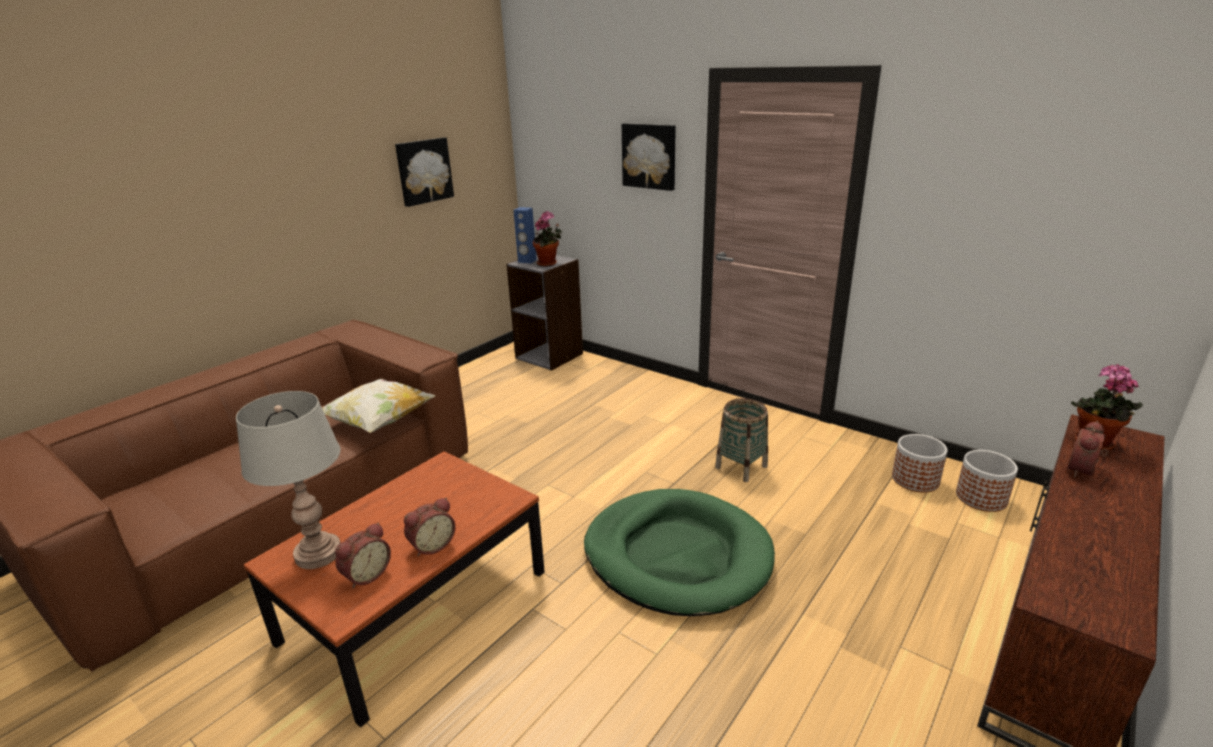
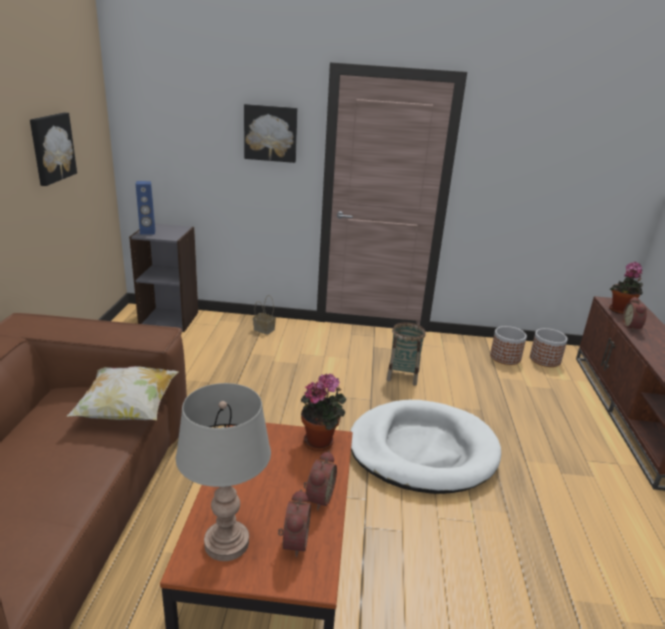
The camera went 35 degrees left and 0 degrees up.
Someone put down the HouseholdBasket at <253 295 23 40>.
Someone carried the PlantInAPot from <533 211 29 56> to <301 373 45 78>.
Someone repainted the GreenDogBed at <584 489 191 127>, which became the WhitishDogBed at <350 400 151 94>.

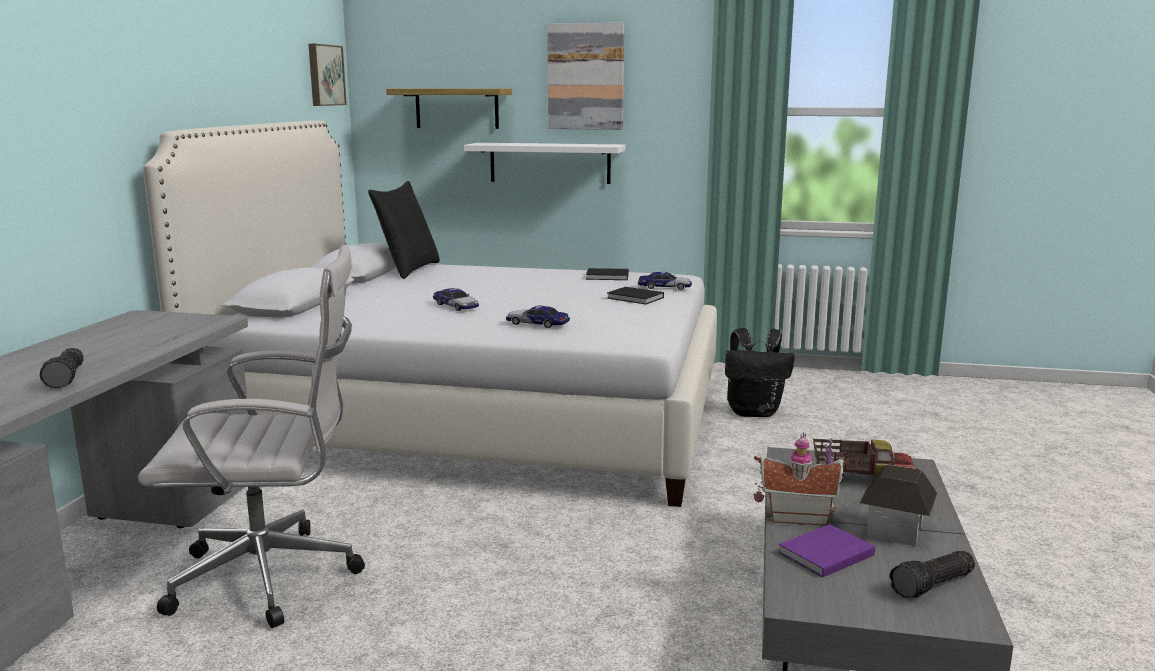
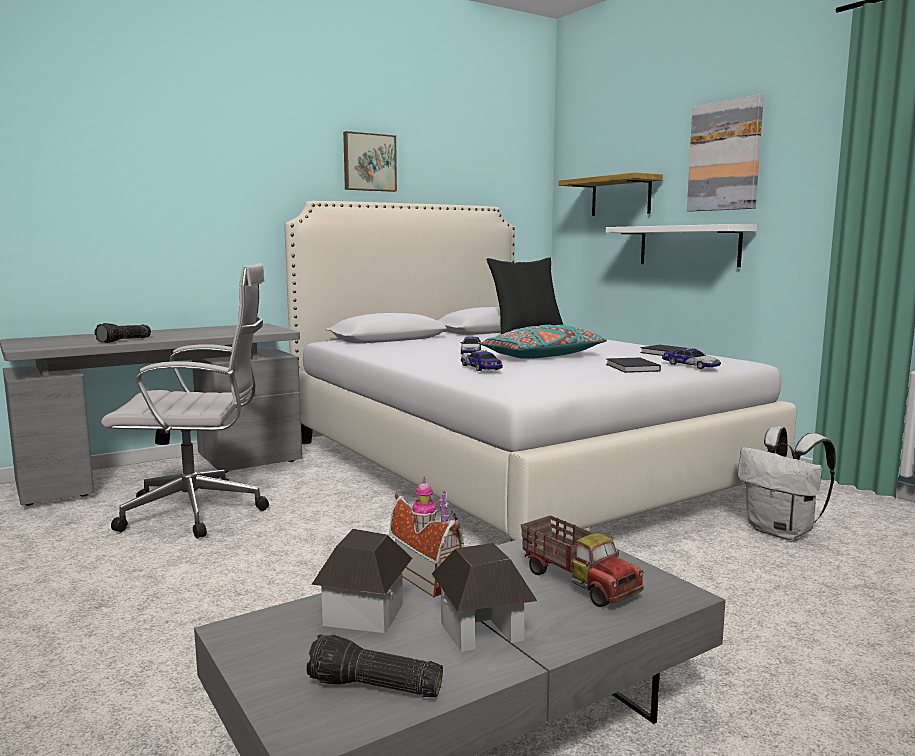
The camera went 45 degrees right and 5 degrees down.
Someone rotated the WhitishDeskChair at <138 245 227 383> by 45 degrees counterclockwise.
Someone swapped the PurpleColouredVolume at <778 524 97 53> for the ToyHouse at <311 529 101 104>.
Someone carried the WallArt from <308 44 39 62> to <343 131 54 61>.
Someone put down the TurquoiseCushion at <480 325 127 34>.
Someone repainted the BlackColouredRucksack at <725 328 70 89>, which became the WhitishRucksack at <737 427 99 113>.

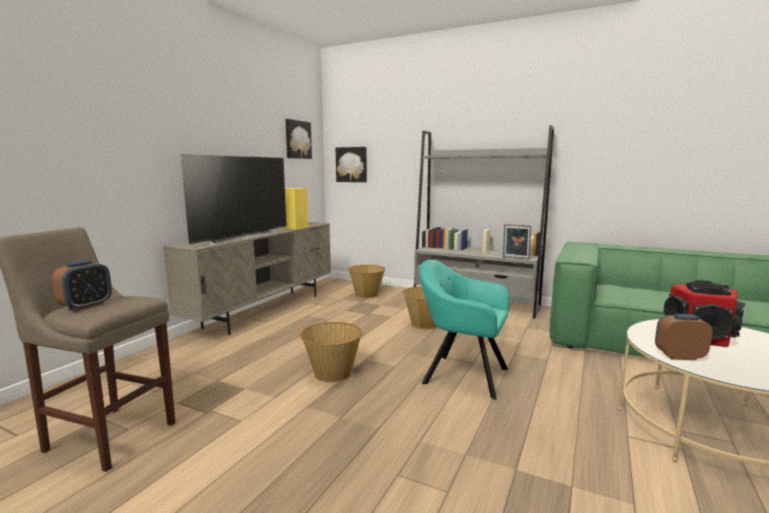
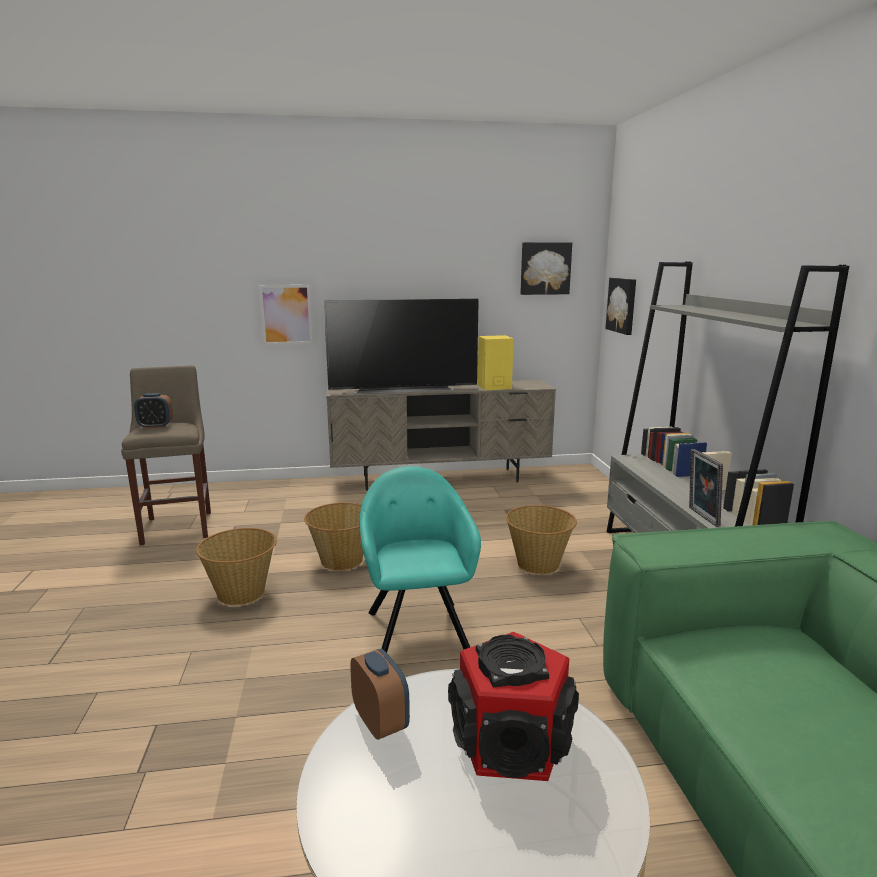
The camera went 55 degrees right and 5 degrees up.
Someone carried the HouseholdBasket from <348 265 37 33> to <196 528 81 77>.
Someone put up the WallArt at <259 285 54 60>.

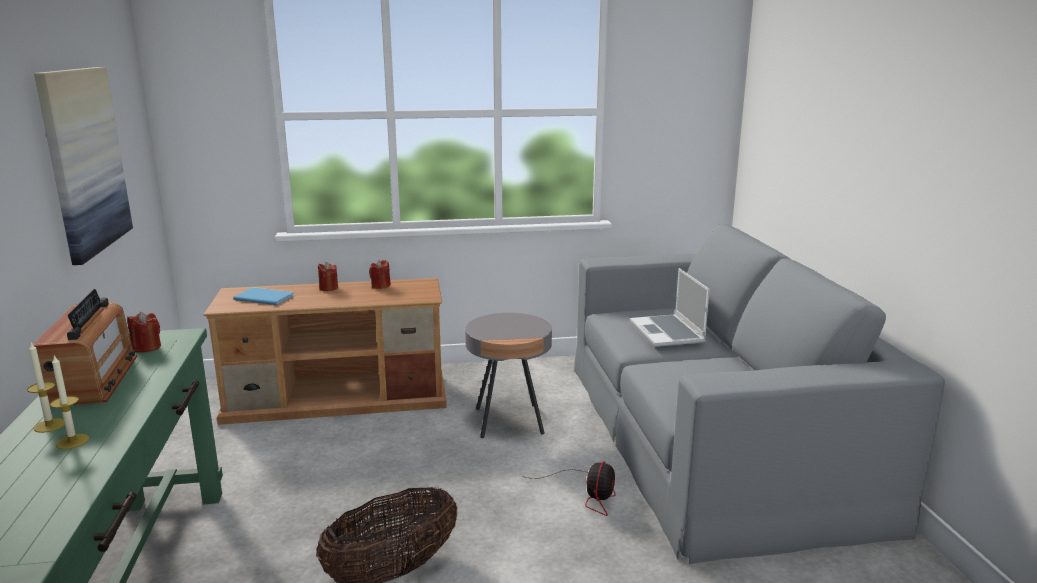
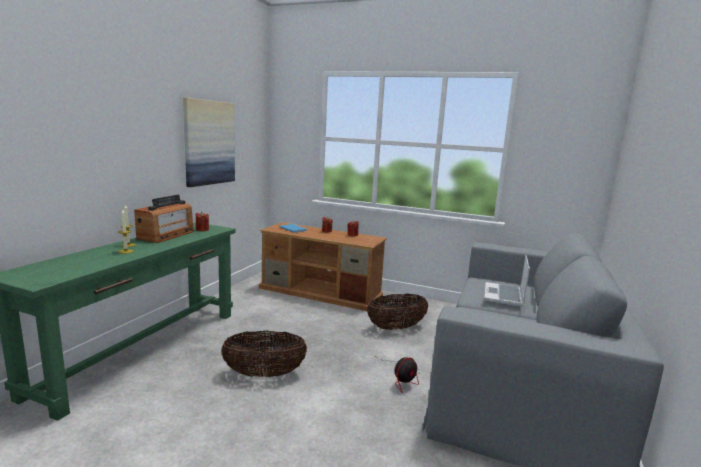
The camera went 30 degrees right and 5 degrees down.
Someone swapped the GreyishAccentTable at <465 313 87 125> for the HouseholdBasket at <367 293 61 37>.

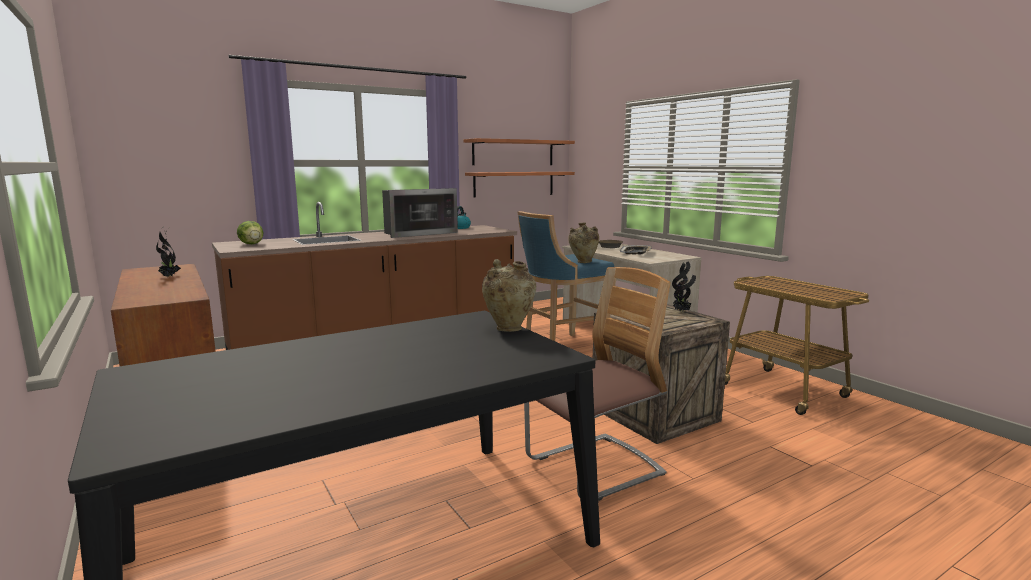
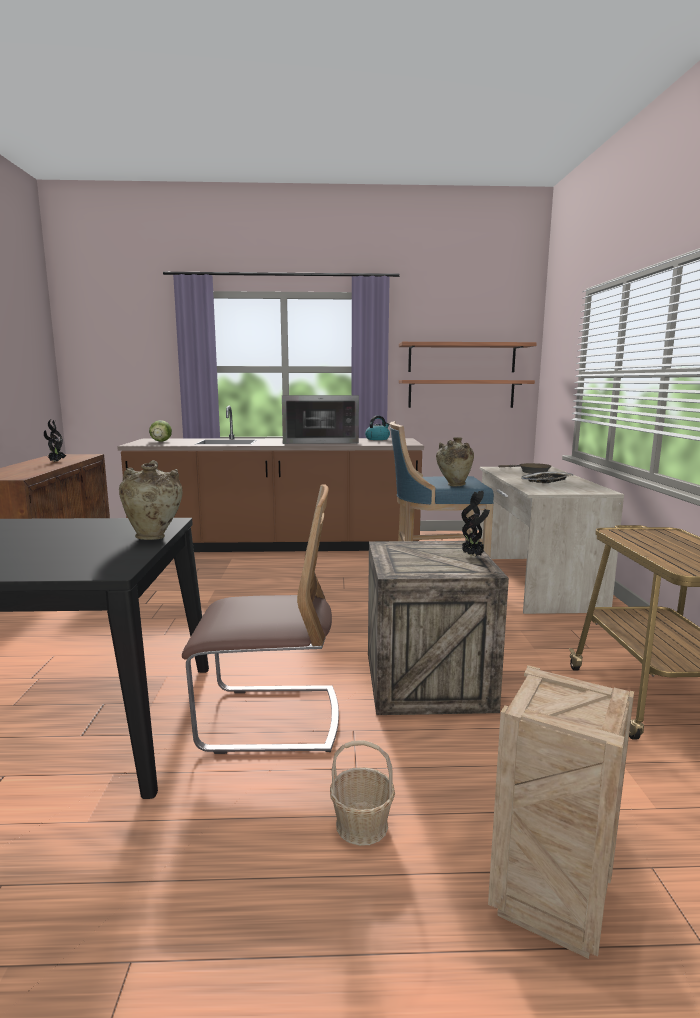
The camera went 30 degrees right and 0 degrees up.
Someone put down the HouseholdBasket at <330 740 65 106>.
Someone put down the ShippingCrate at <488 665 146 294>.

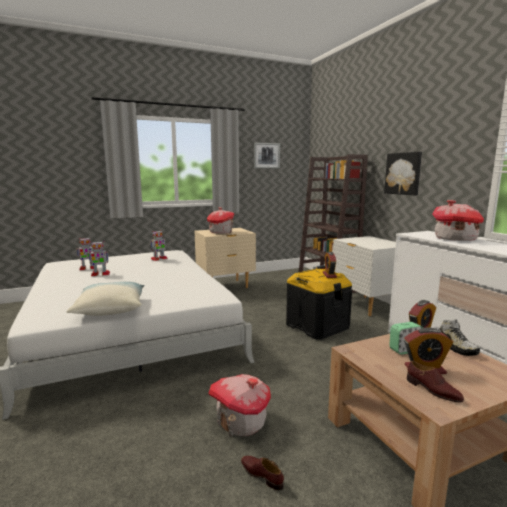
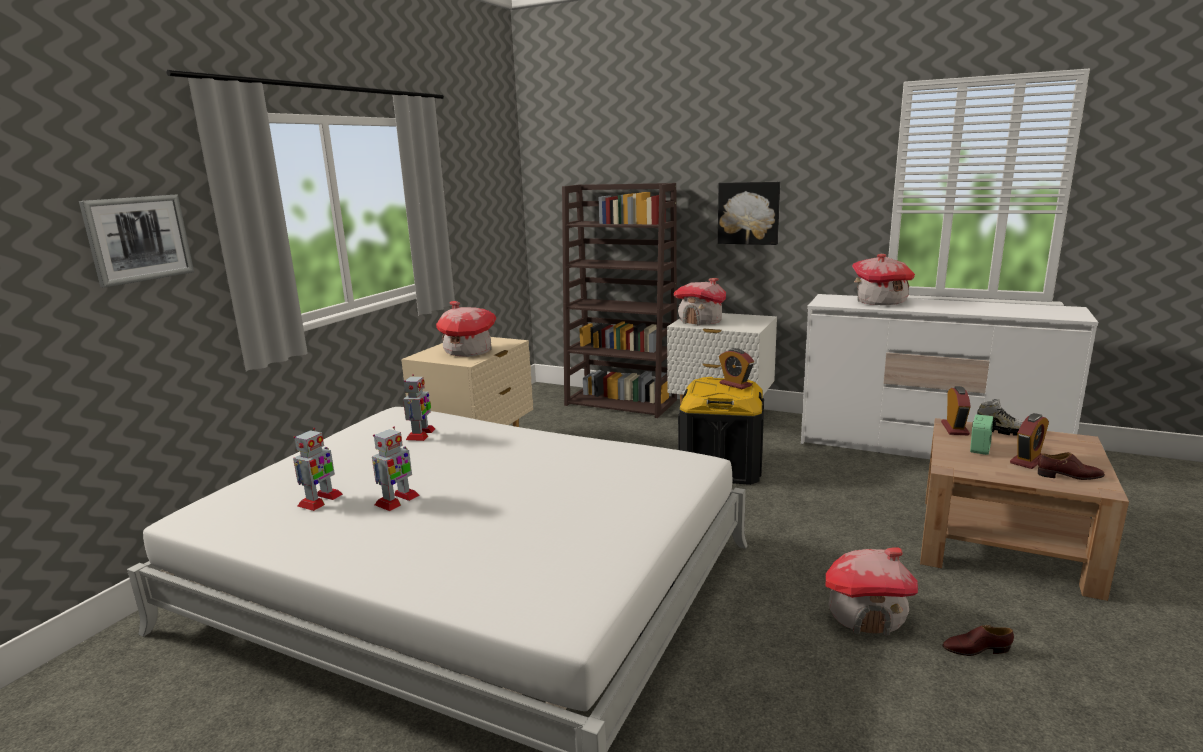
The camera went 40 degrees left and 5 degrees up.
Someone carried the WallArt from <254 143 26 25> to <79 195 115 93>.
Someone put down the ToyHouse at <674 278 52 48>.
Someone took away the Cushion at <67 282 78 34>.

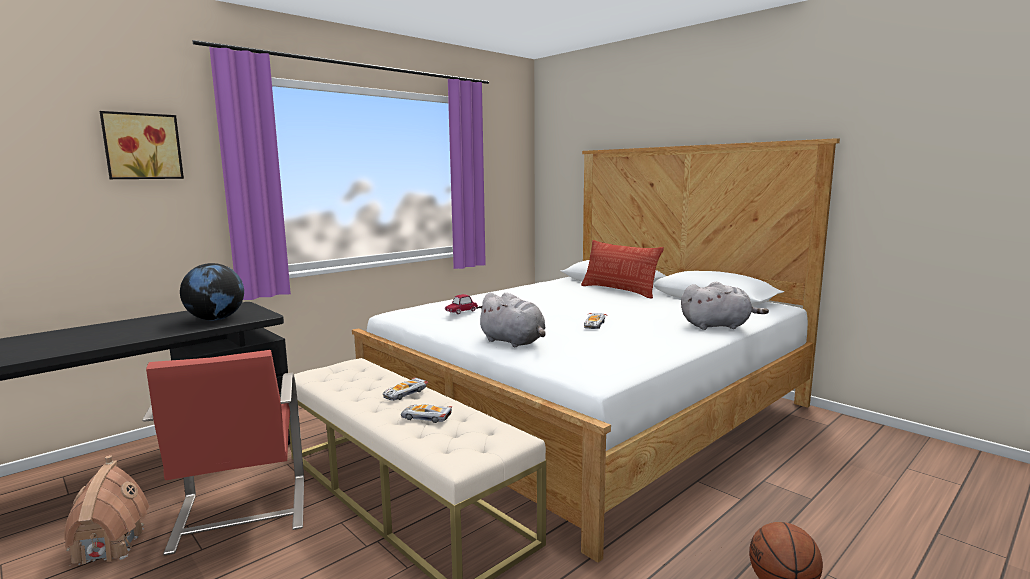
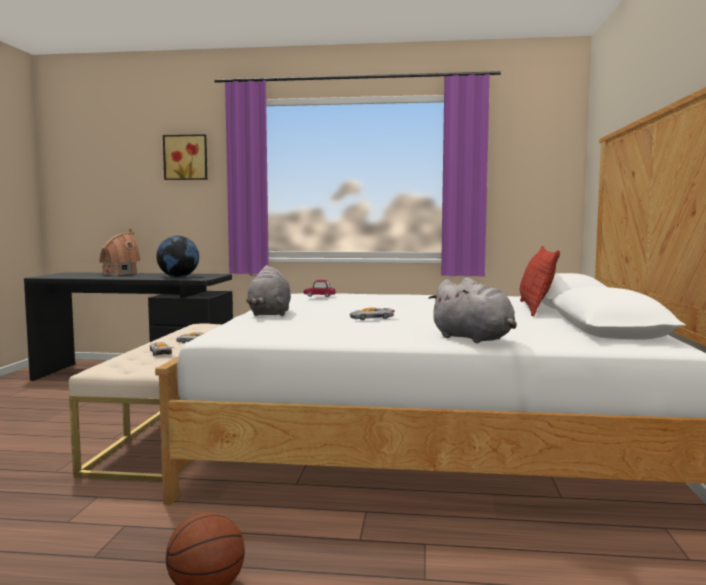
The camera went 50 degrees right and 5 degrees down.
Someone carried the ToyHouse from <64 455 86 110> to <99 228 41 47>.
Someone took away the RedColouredUprightChair at <142 350 162 206>.

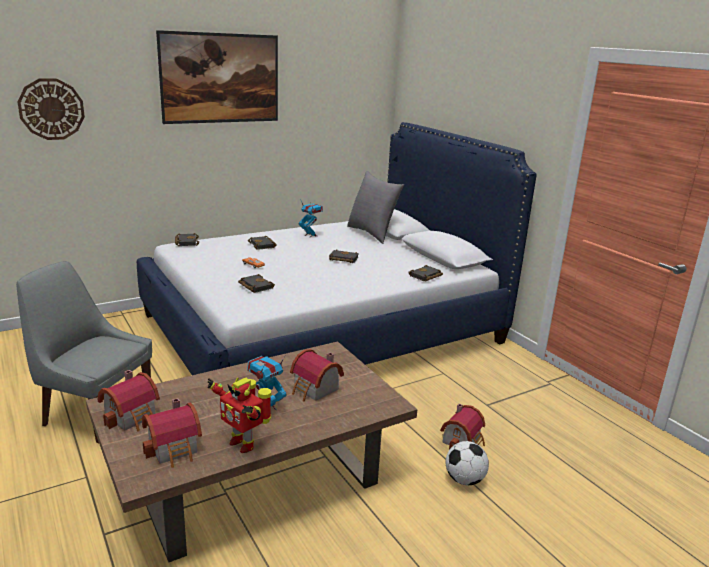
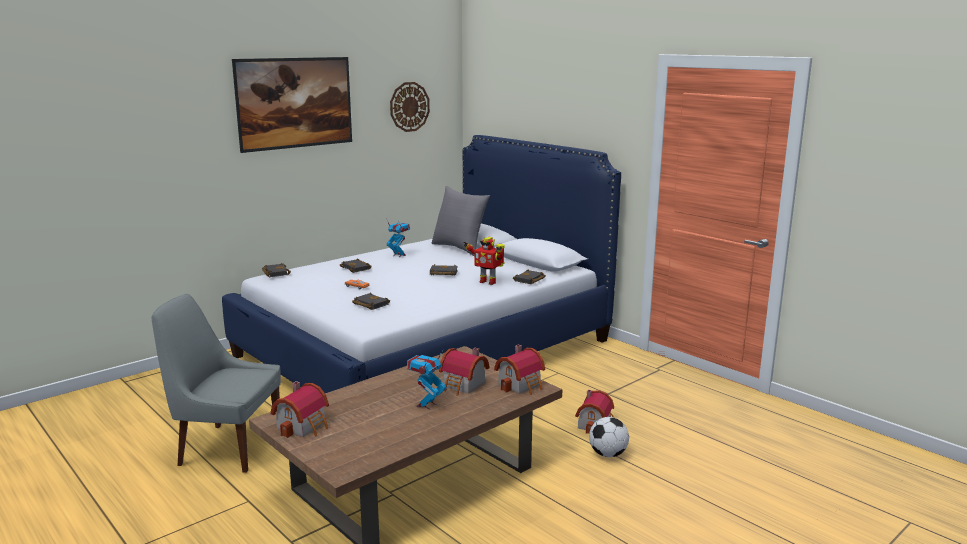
The camera went 10 degrees left and 5 degrees down.
Someone carried the ClockOnTheWall from <18 78 67 62> to <390 82 40 50>.
Someone carried the ModelRobot from <208 378 63 75> to <464 237 41 48>.
Someone carried the ToyHouse from <142 398 60 70> to <494 344 51 51>.

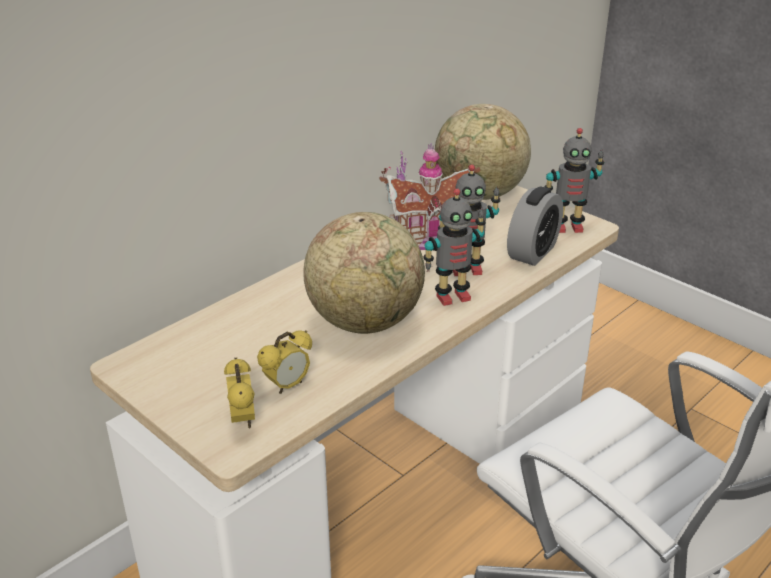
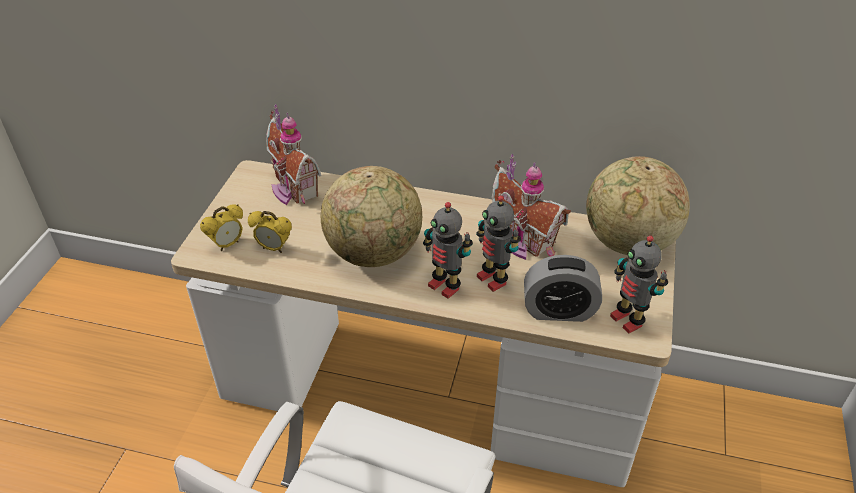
The camera went 60 degrees right and 10 degrees up.
Someone put down the ToyHouse at <266 104 55 101>.

